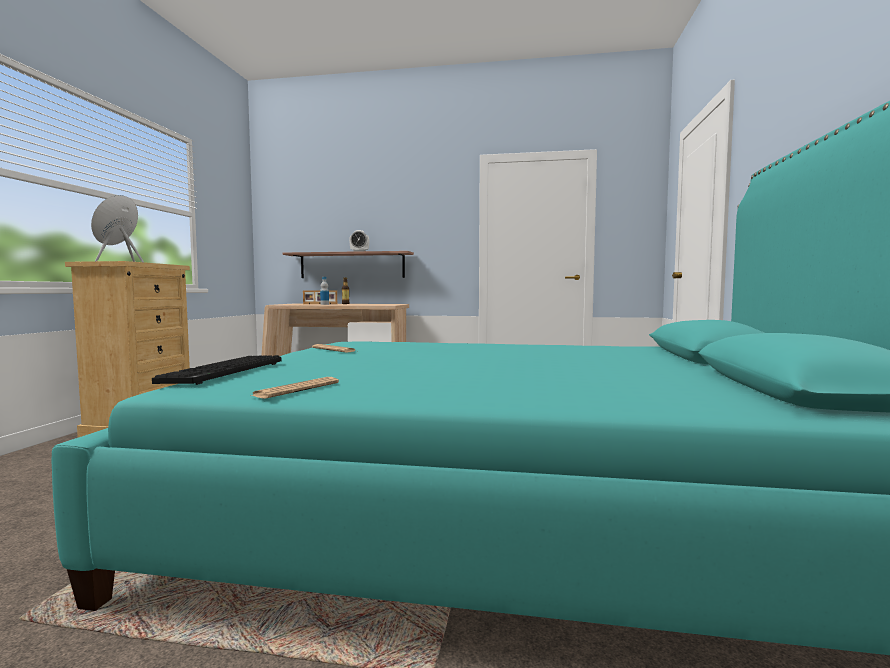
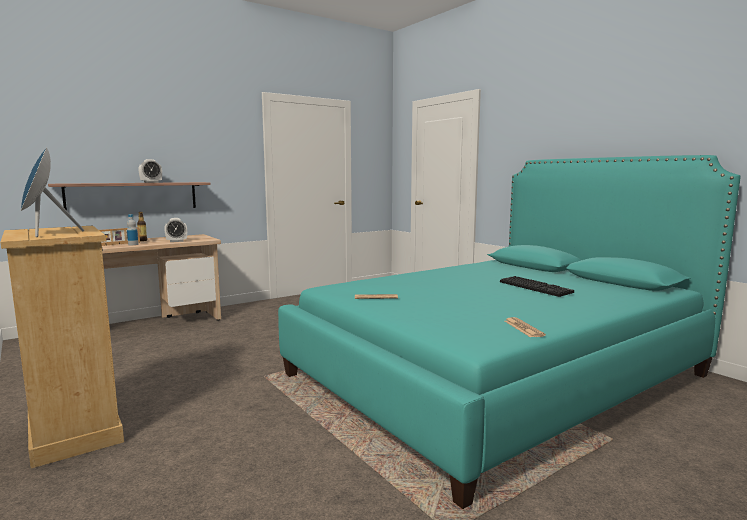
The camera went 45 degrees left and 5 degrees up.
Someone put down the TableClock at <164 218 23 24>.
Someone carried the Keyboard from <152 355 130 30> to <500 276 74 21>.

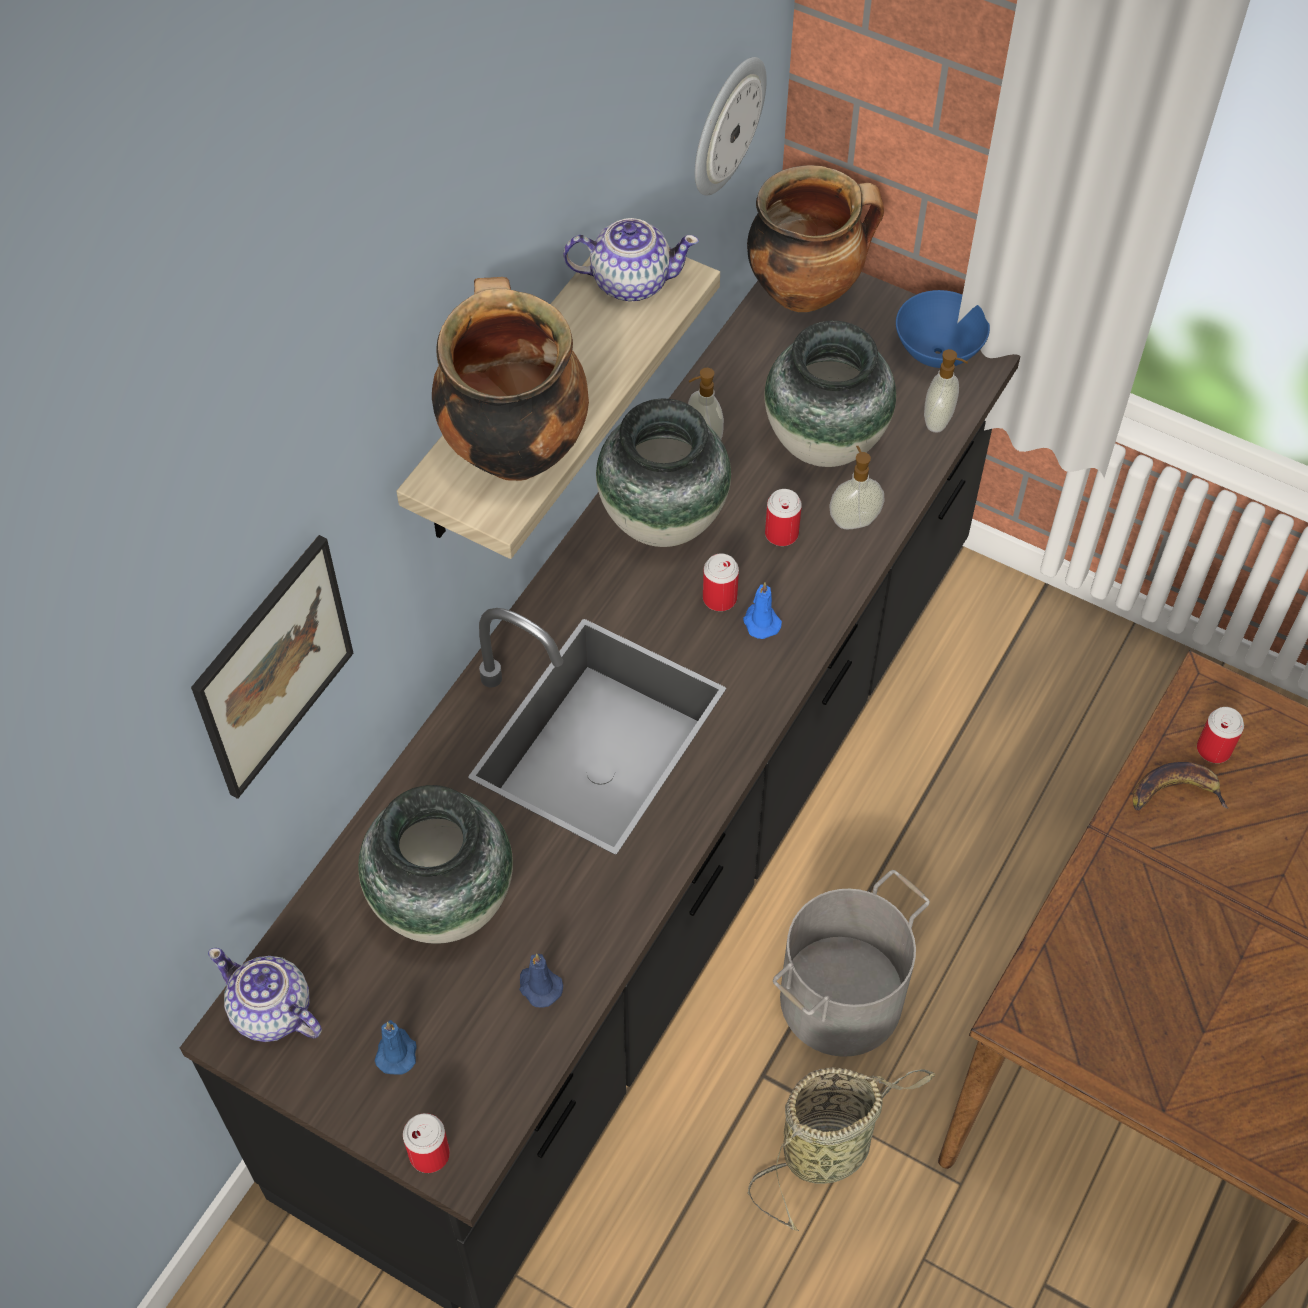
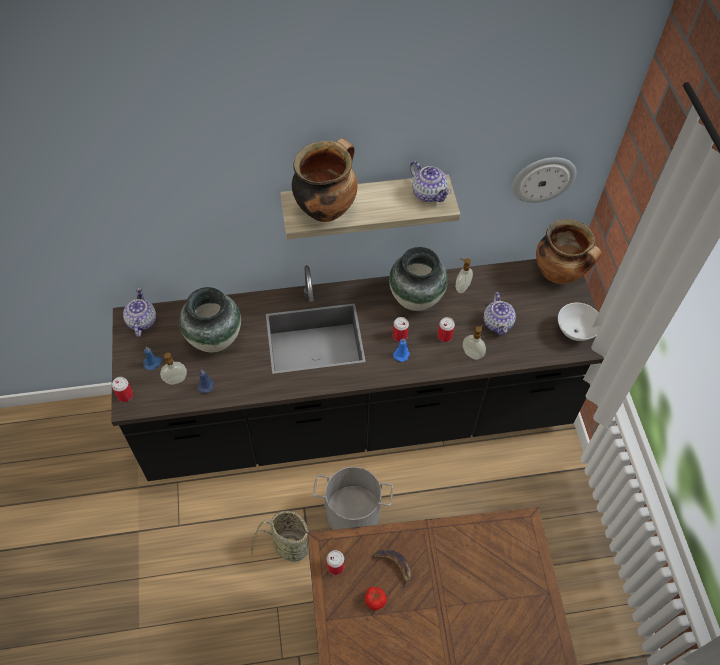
The camera went 50 degrees right and 0 degrees up.
Someone carried the LiquidSoapBottle from <924 349 44 84> to <160 353 27 32>.
Someone carried the SealedCan from <1197 707 47 56> to <327 550 17 25>.
Someone put down the WholeTomato at <365 587 22 23>.
Someone carried the BananaFruit from <1133 762 95 48> to <372 549 40 42>.
Someone swapped the FlowerVase at <765 321 131 146> for the PotForTea at <484 292 32 44>.
Someone repainted the BluishDeepDish at <896 290 94 78>, which became the WhitishDeepDish at <558 303 43 38>.
Someone took away the WallArt at <191 535 162 264>.

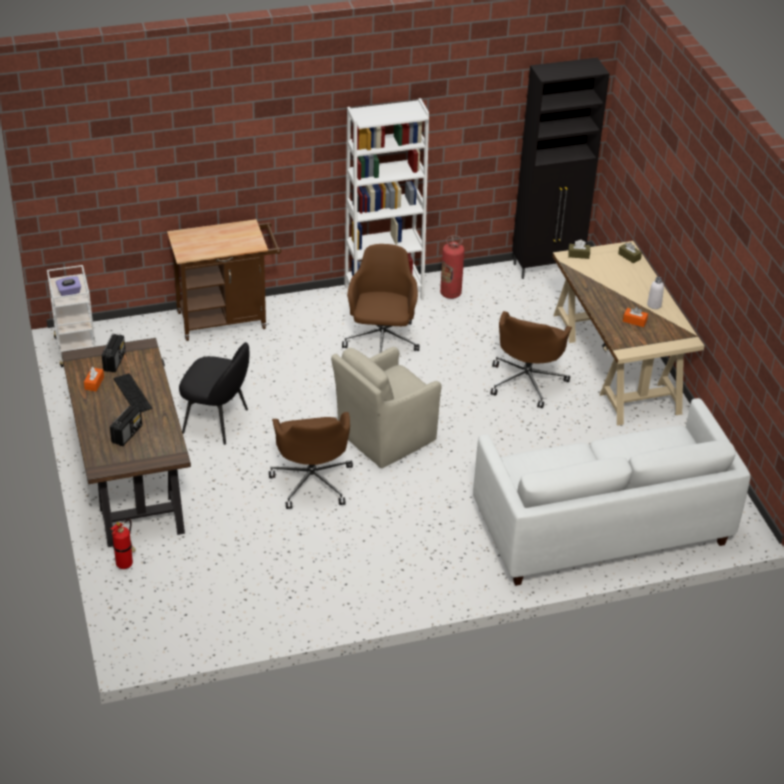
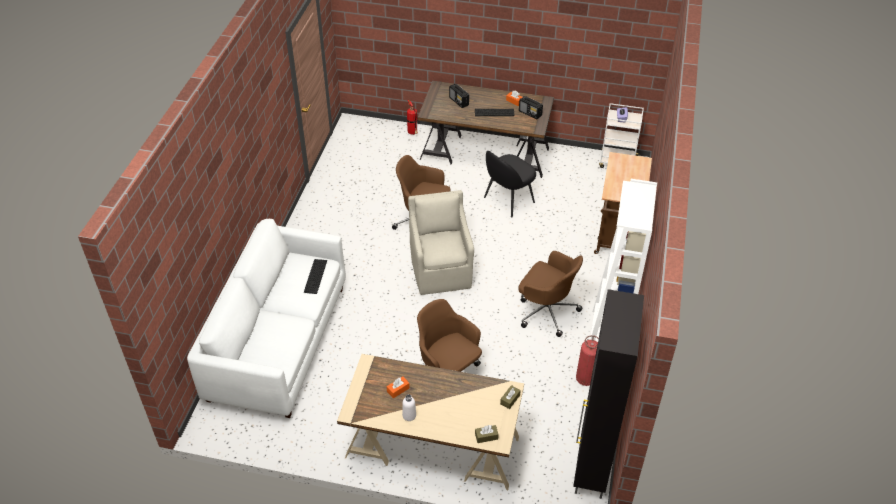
The camera went 120 degrees right and 5 degrees up.
Someone put down the Keyboard at <304 259 23 35>.

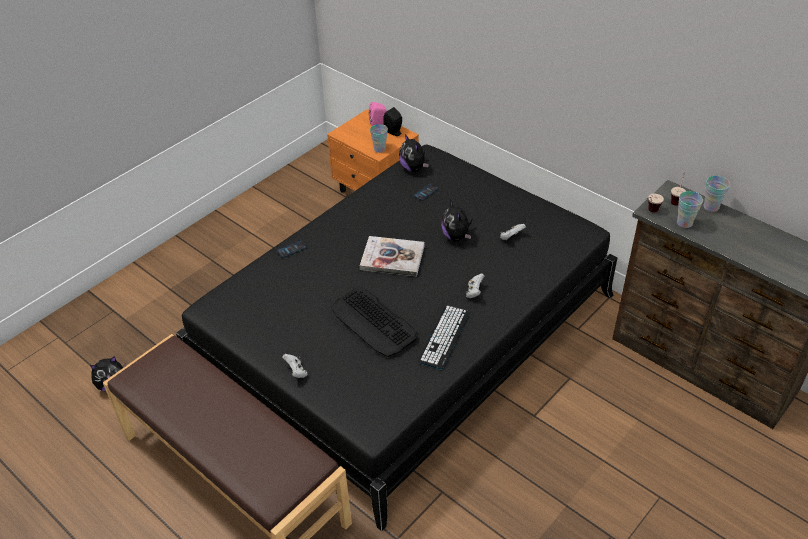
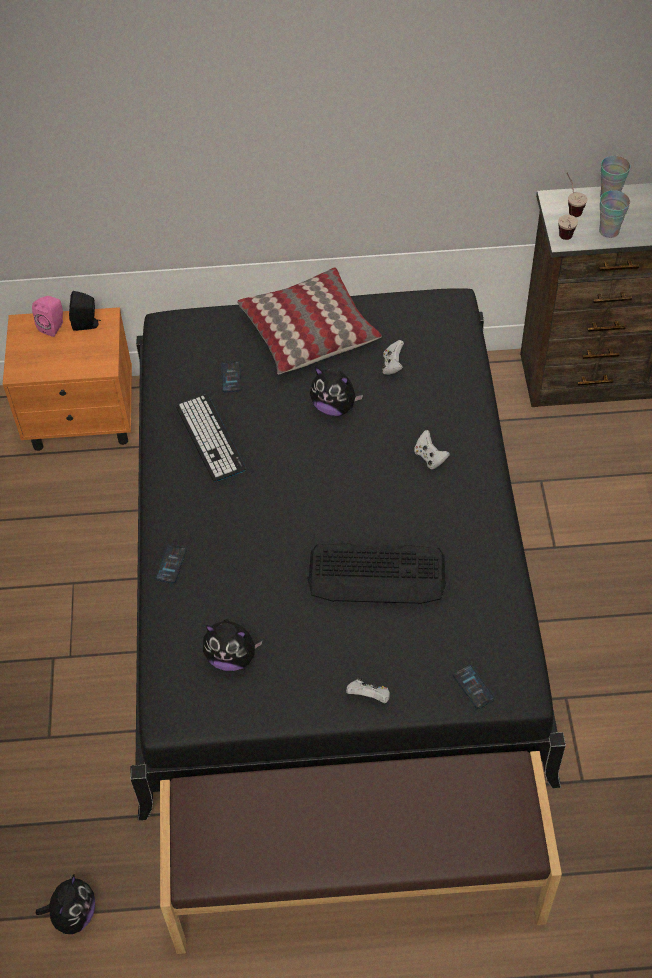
The camera went 45 degrees left and 10 degrees up.
Someone carried the Keyboard from <418 305 52 65> to <176 395 70 87>.
Someone carried the CuddlyToy from <399 134 30 38> to <203 619 60 52>.
Someone put down the Cushion at <237 267 145 107>.
Someone put down the Phone at <453 665 42 44>.
Someone took away the Volume at <360 236 64 41>.
Someone took away the DrinkingCup at <370 124 18 29>.

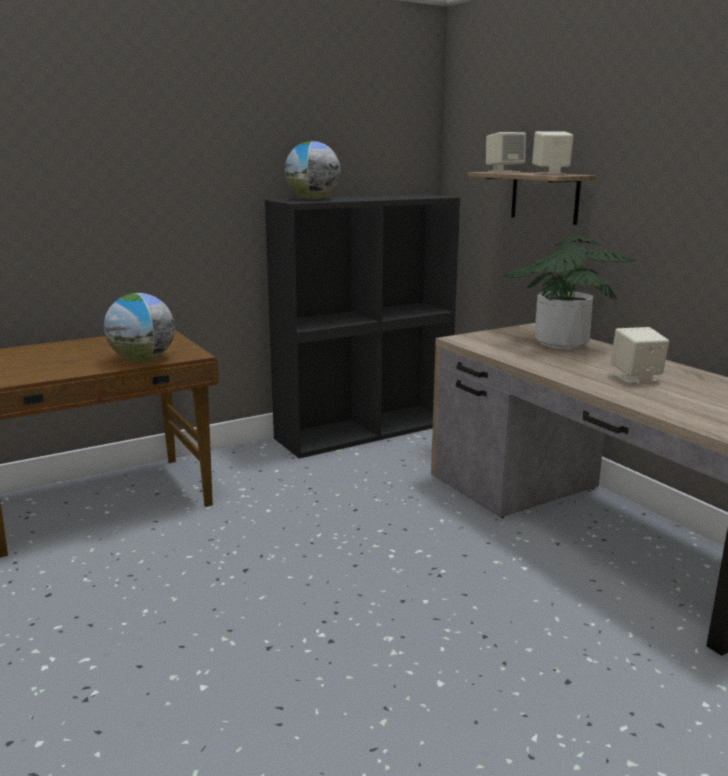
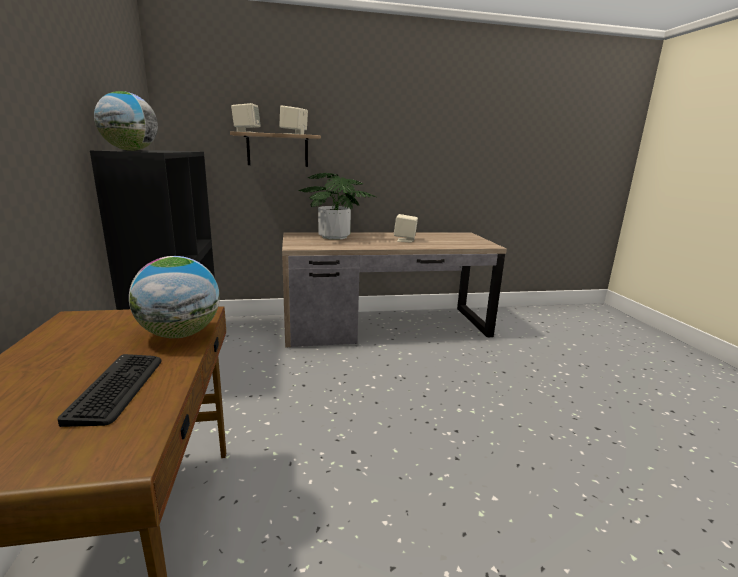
The camera went 70 degrees left and 0 degrees up.
Someone put down the Keyboard at <57 354 105 73>.

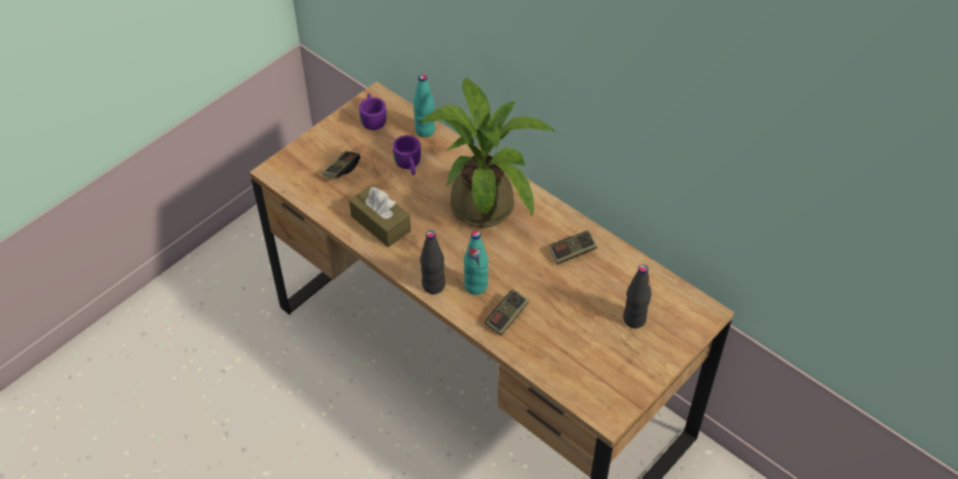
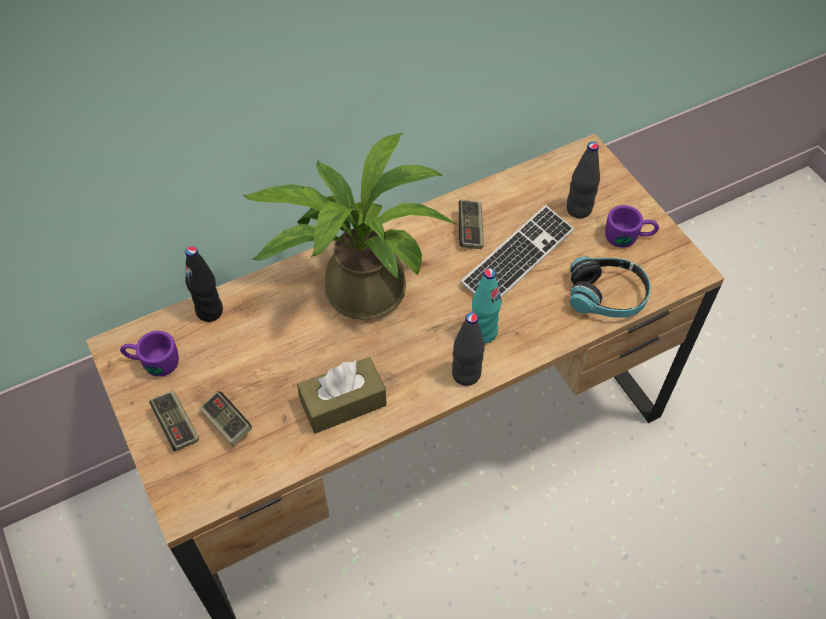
The camera went 70 degrees left and 5 degrees up.
Someone carried the Joypad from <485 289 44 47> to <149 391 50 60>.
Someone repainted the TurquoiseBeverageBottle at <413 74 22 63>, which became the BlackColouredBeverageBottle at <185 246 38 76>.
Someone put down the Keyboard at <461 205 113 93>.
Someone put down the Headset at <570 256 81 62>.
Someone carried the PurpleColouredCoffeeMug from <393 135 28 40> to <605 205 54 43>.

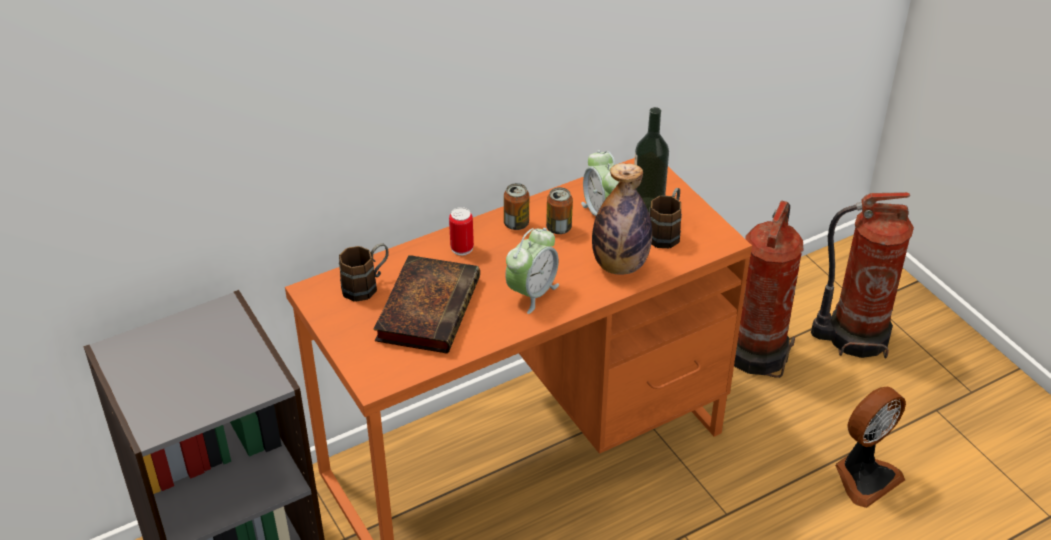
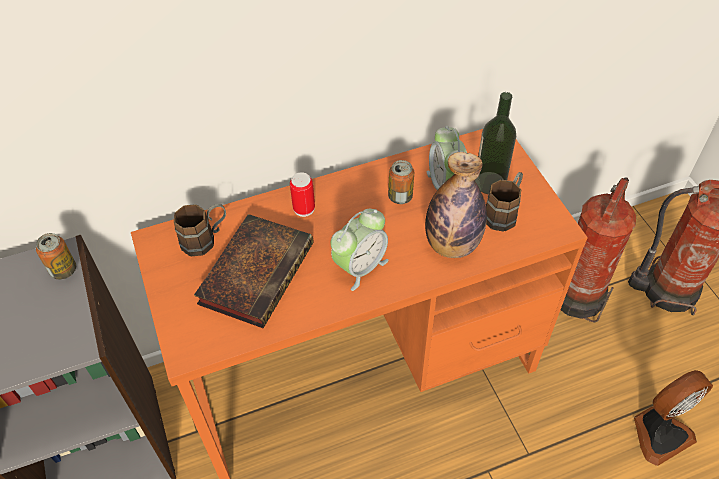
The camera went 10 degrees right and 10 degrees up.
Someone carried the SealedCan from <504 183 25 47> to <36 233 40 47>.

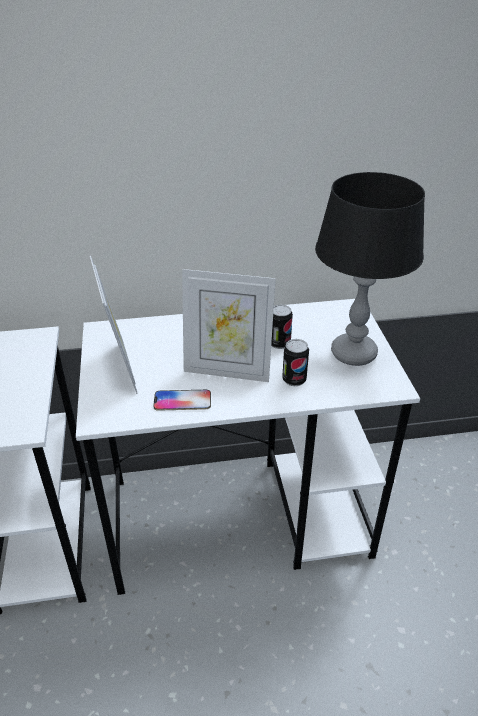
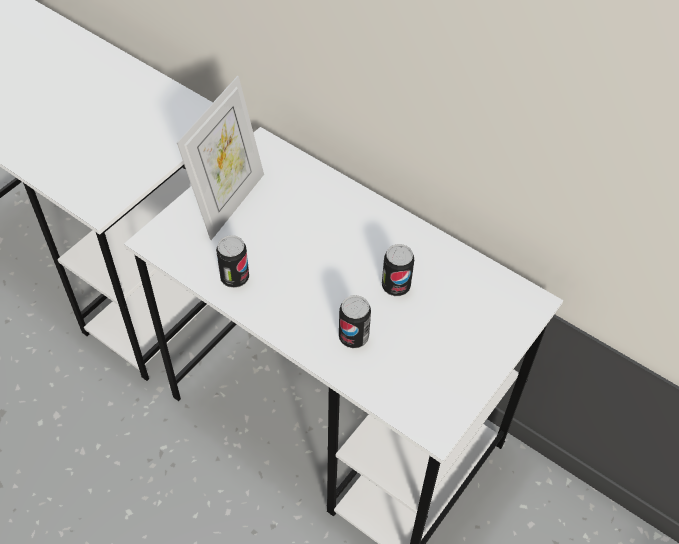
The camera went 45 degrees right and 15 degrees up.
Someone swapped the Phone at <153 390 58 21> for the SealedCan at <216 235 33 53>.
Someone took away the PictureFrame at <182 269 94 113>.
Someone took away the BlackColouredTableLamp at <315 172 110 194>.

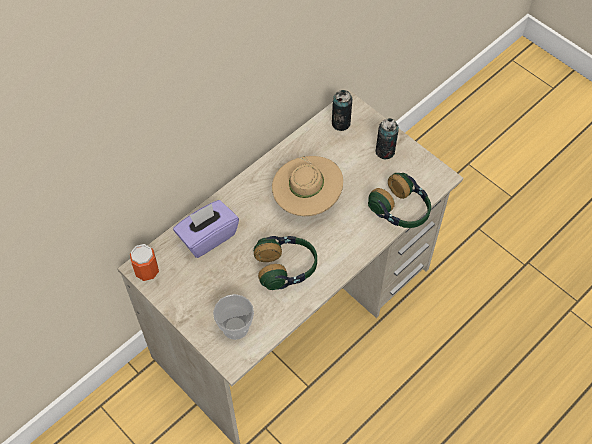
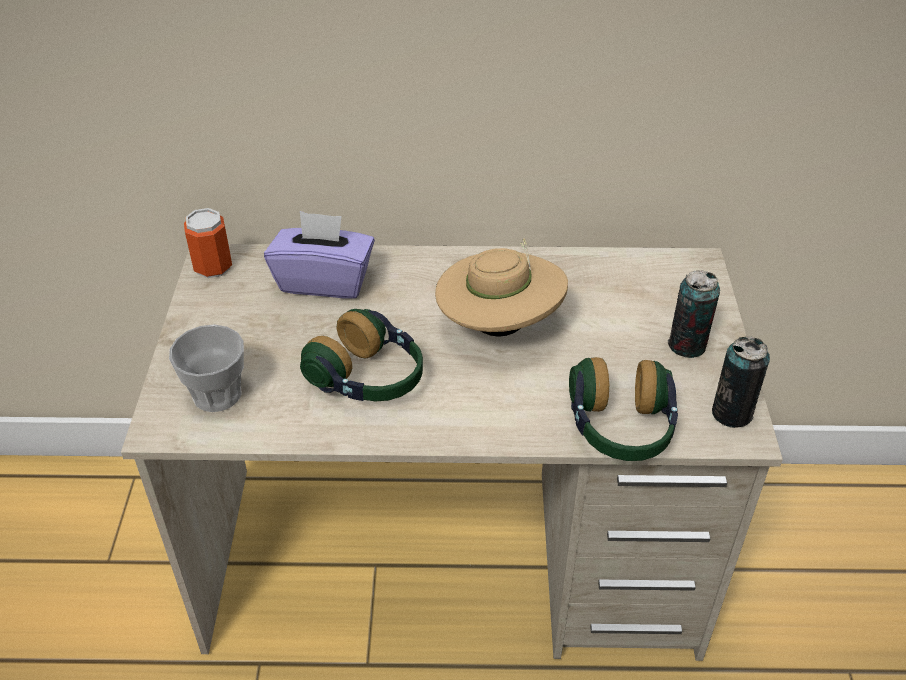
The camera went 45 degrees right and 15 degrees down.
Someone carried the SealedCan from <332 90 21 41> to <712 336 58 92>.

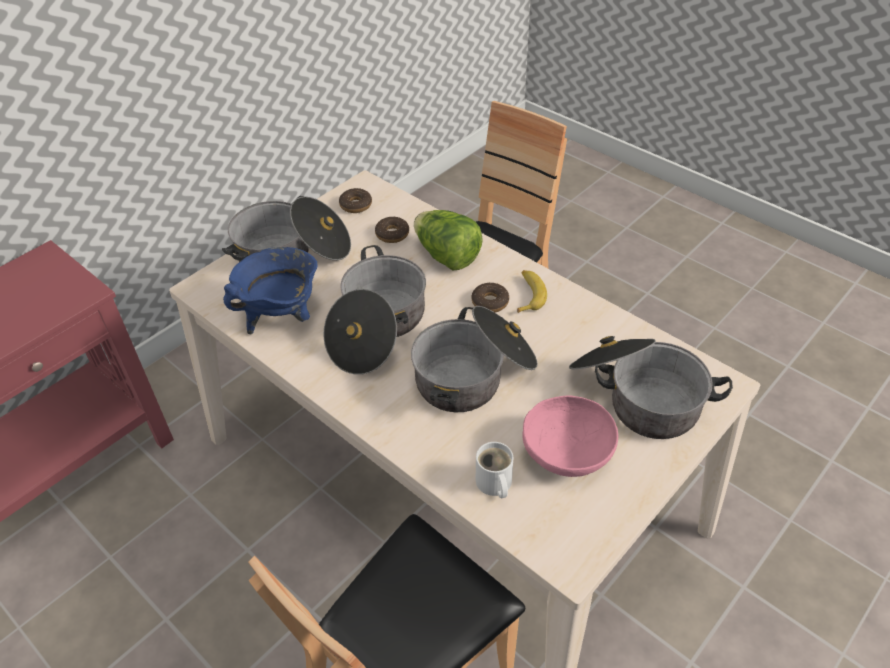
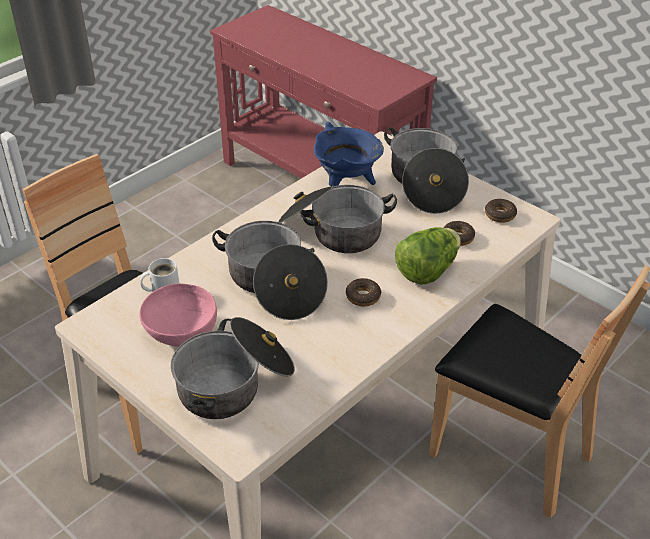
The camera went 90 degrees right and 5 degrees down.
Someone took away the BananaFruit at <517 270 30 43>.

